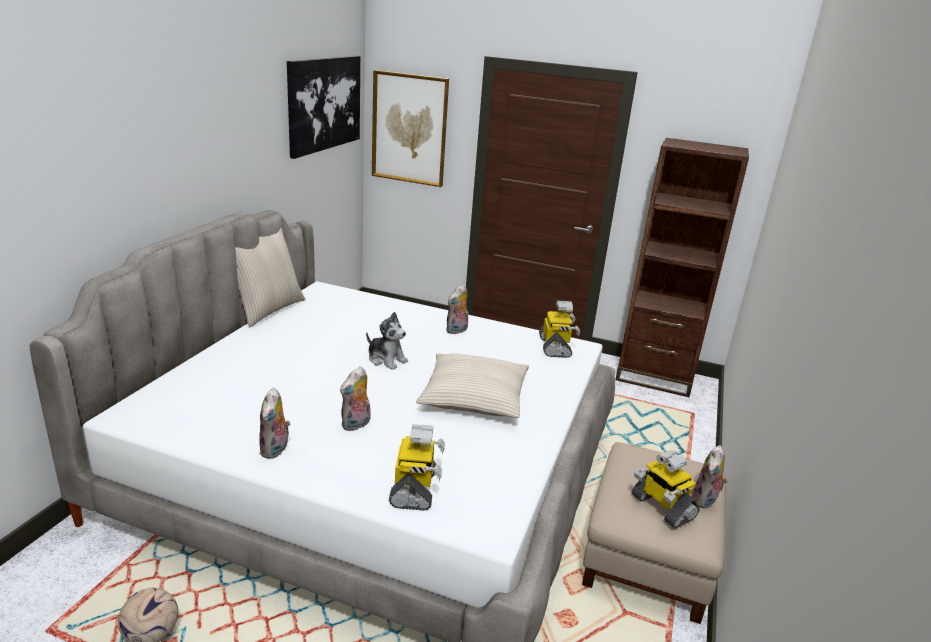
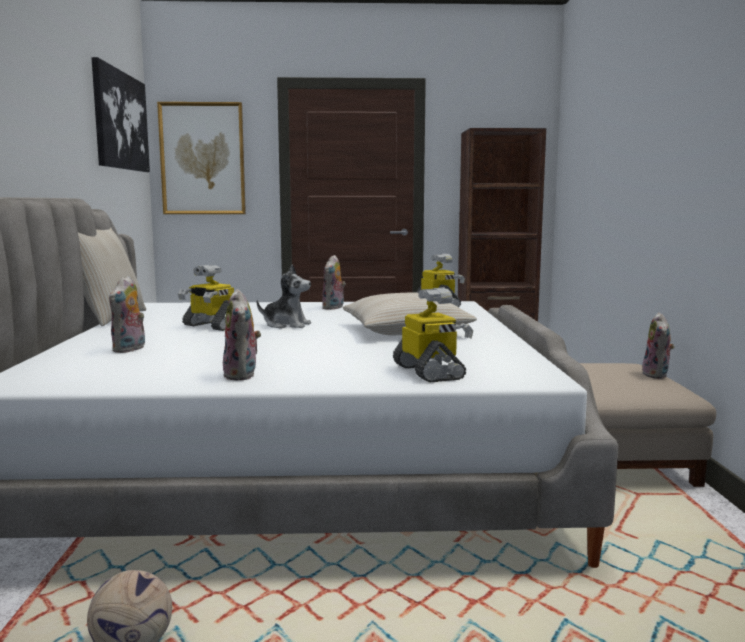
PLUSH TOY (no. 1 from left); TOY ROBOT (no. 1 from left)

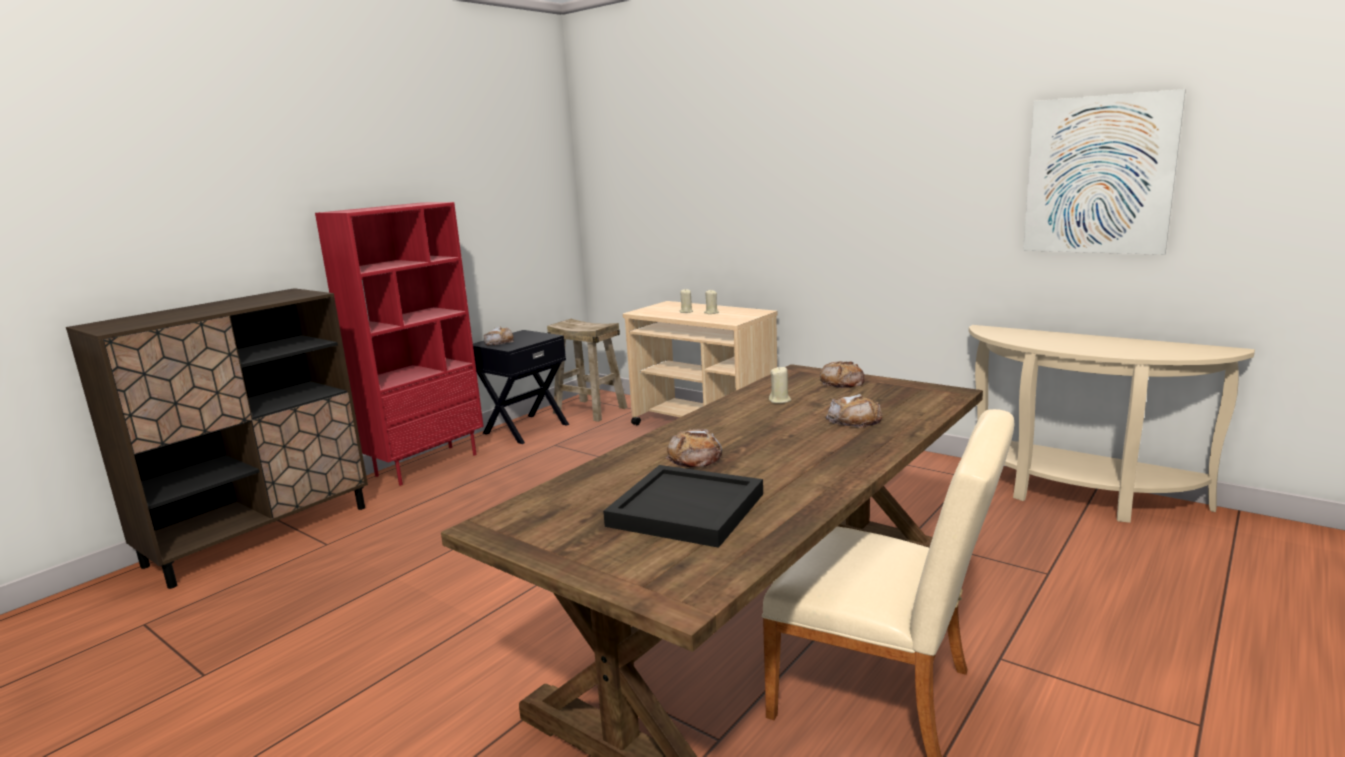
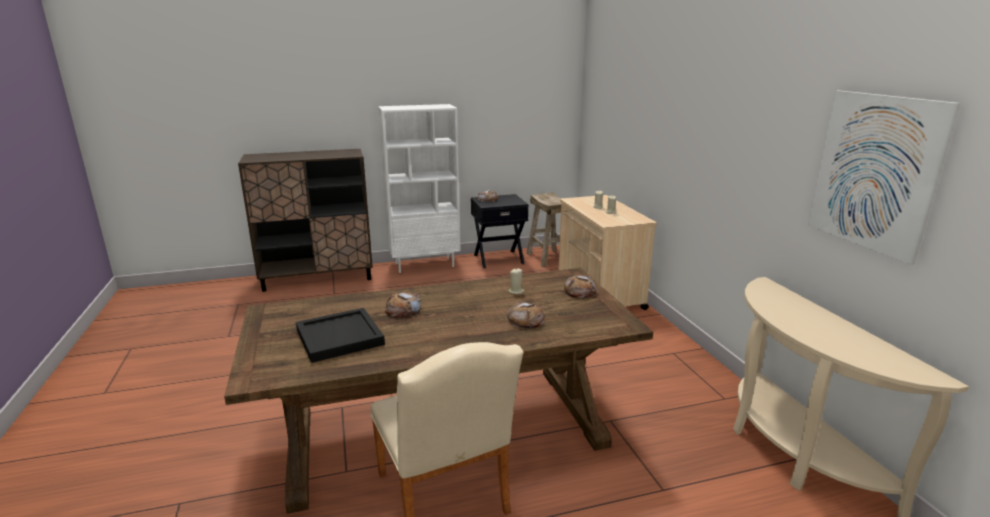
WHITE BOOKCASE

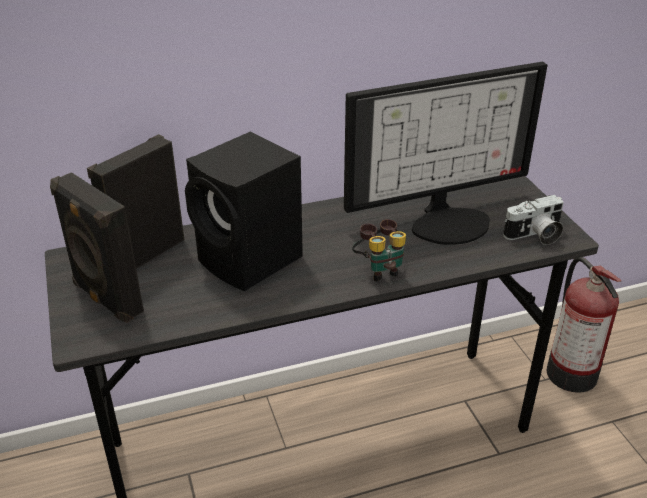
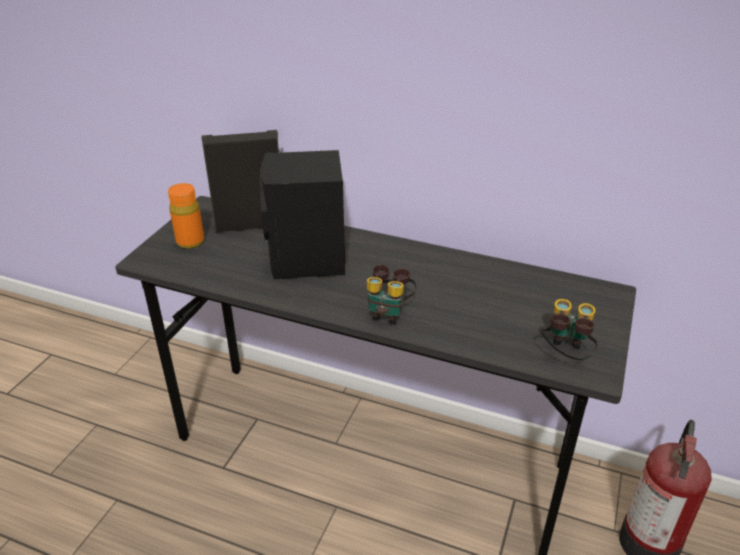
ORANGE BOTTLE; MONITOR; BINOCULARS (no. 2 from left)

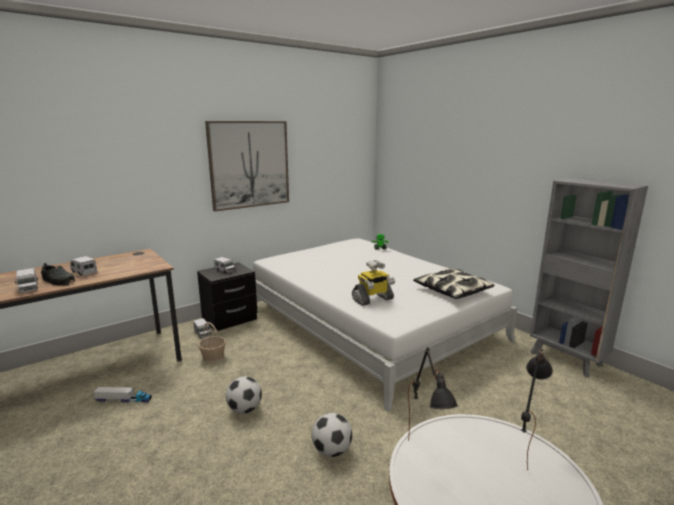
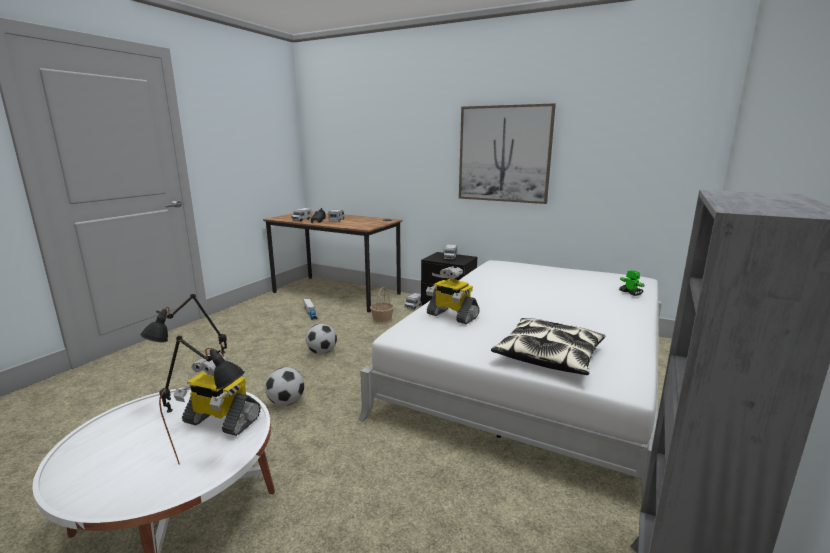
TOY ROBOT (no. 1 from left)

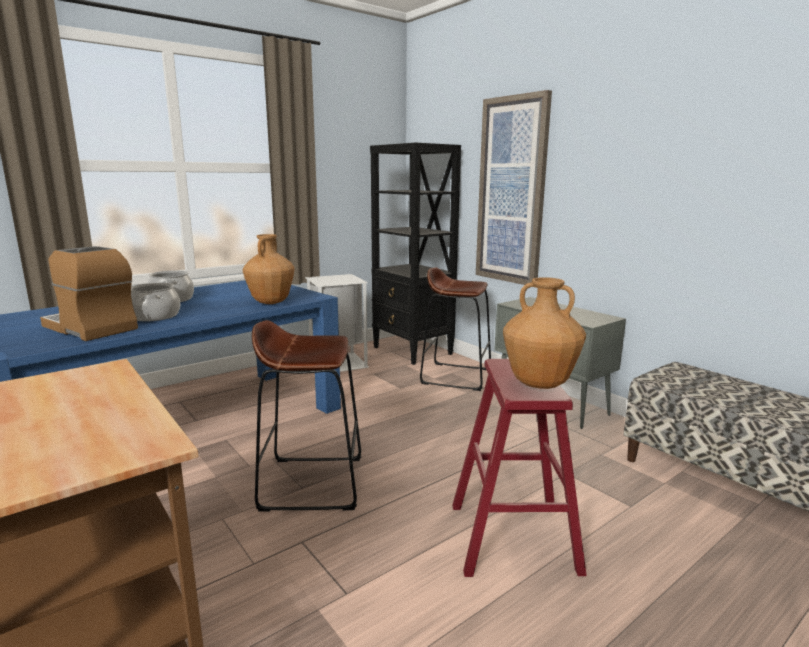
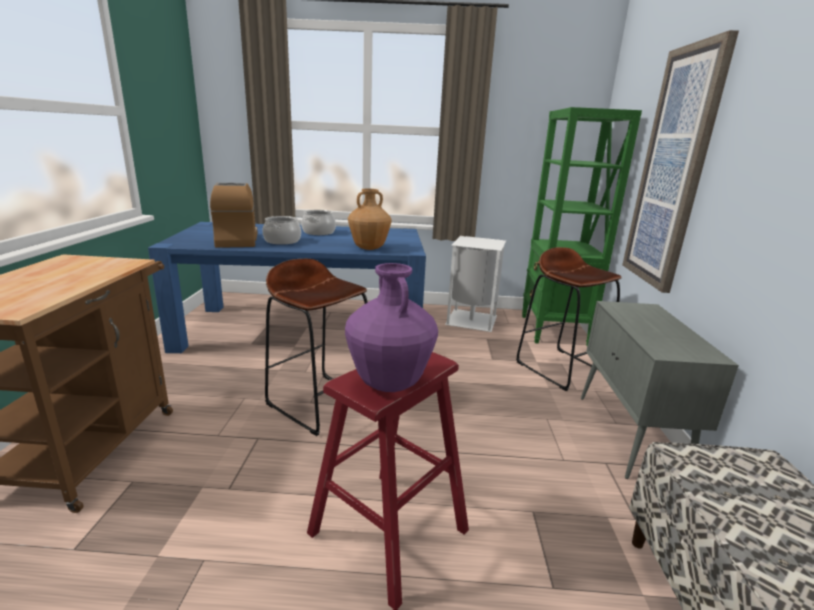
GREEN BOOKCASE; PURPLE VASE

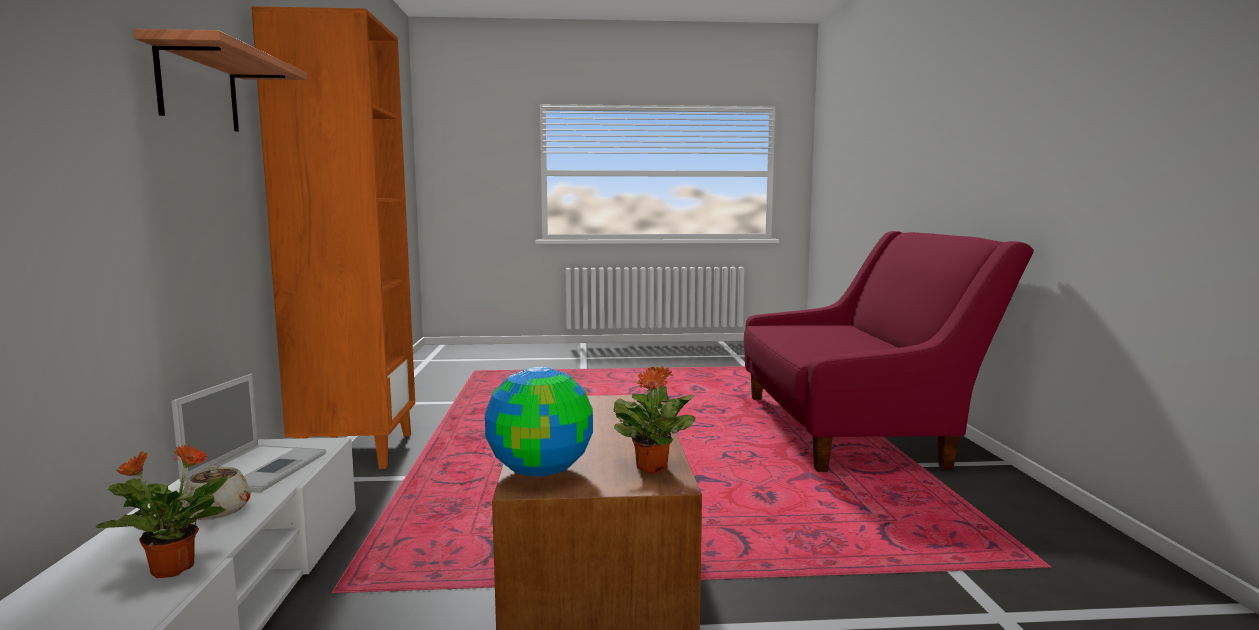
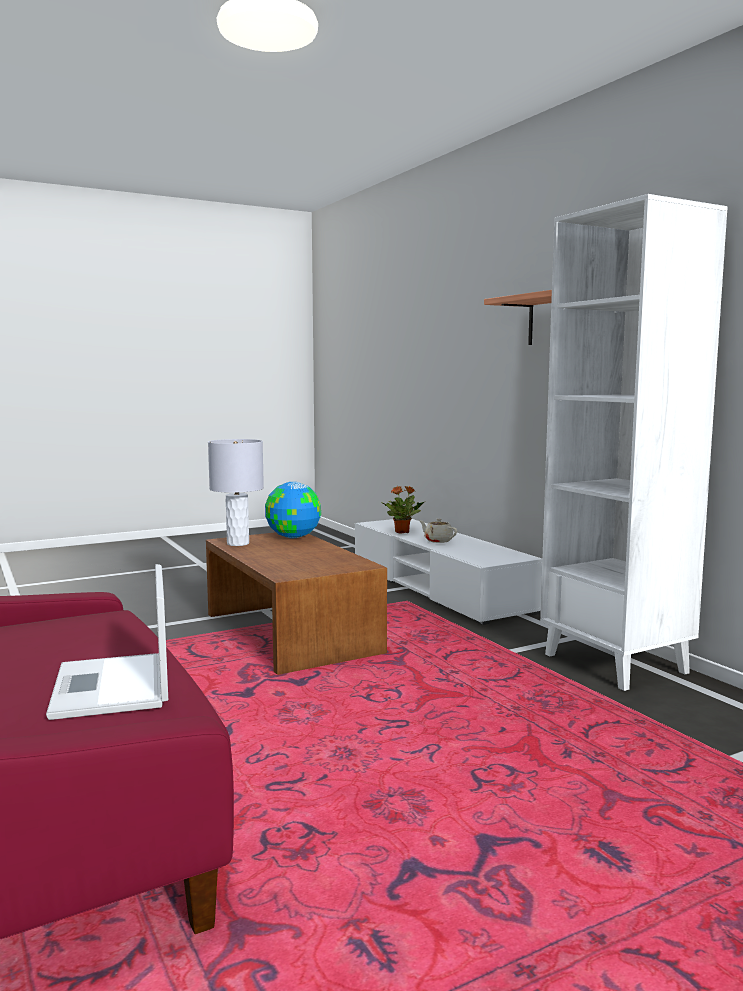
LAPTOP; WHITE BOOKCASE; GREY TABLE LAMP

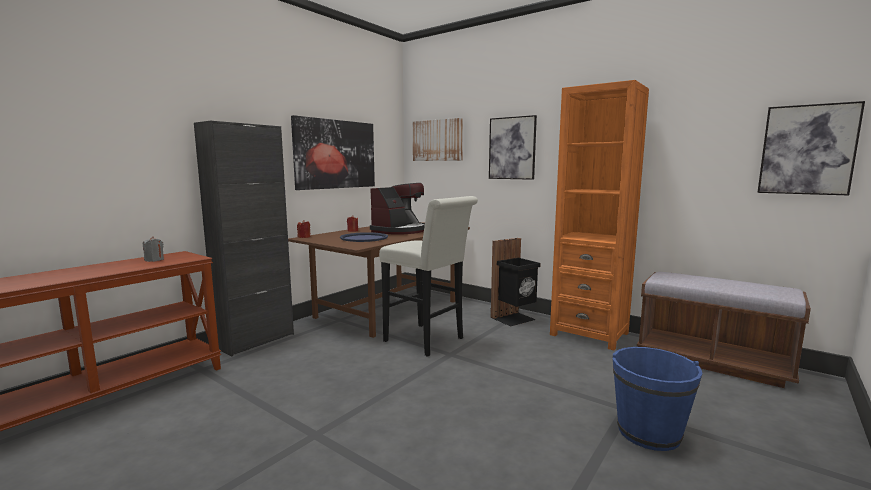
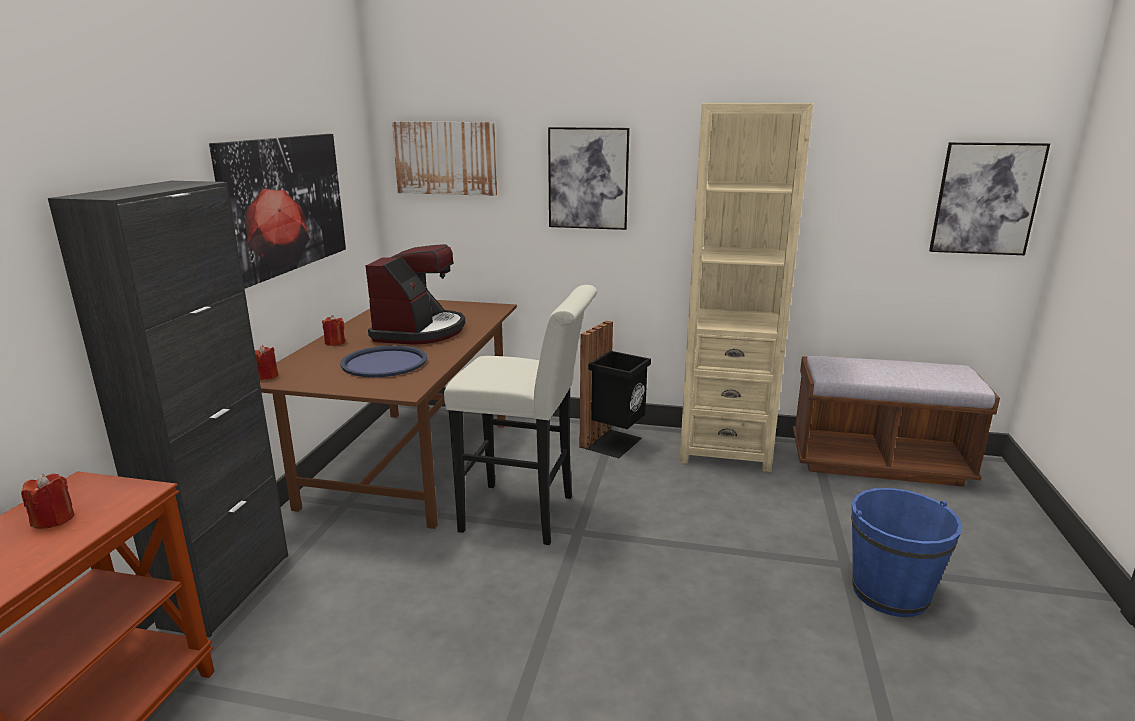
RED CANDLE (no. 1 from left); BEIGE BOOKCASE

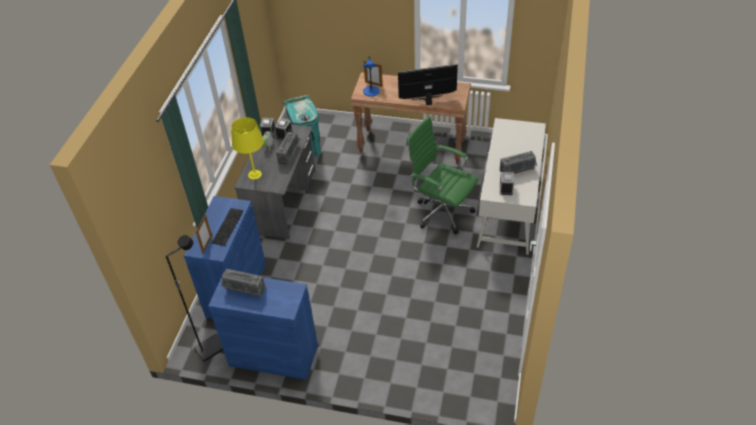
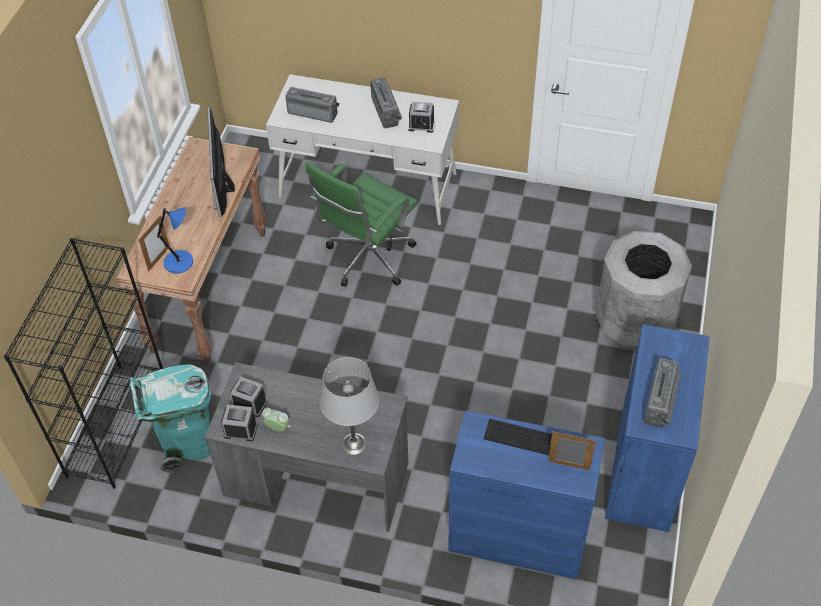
BLACK FLOOR LAMP; GREY TABLE LAMP; RADIO (no. 1 from left); BLACK BOOKCASE; GREY TRASH CAN

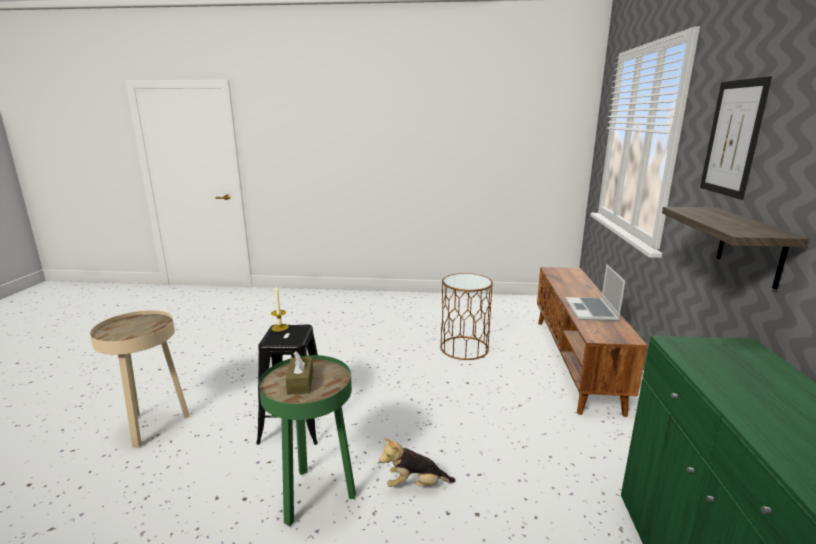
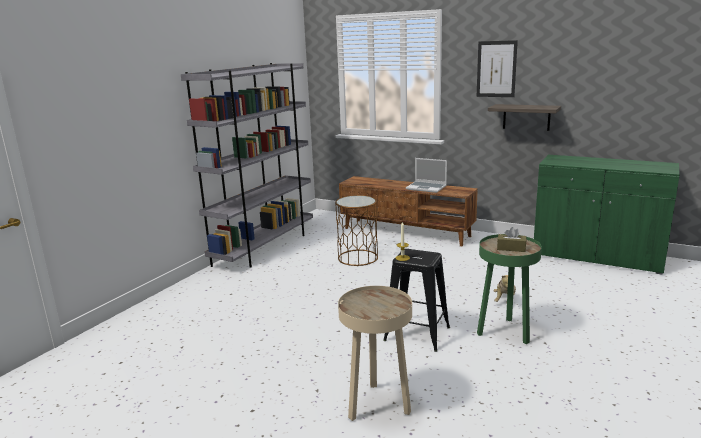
GREY BOOKCASE

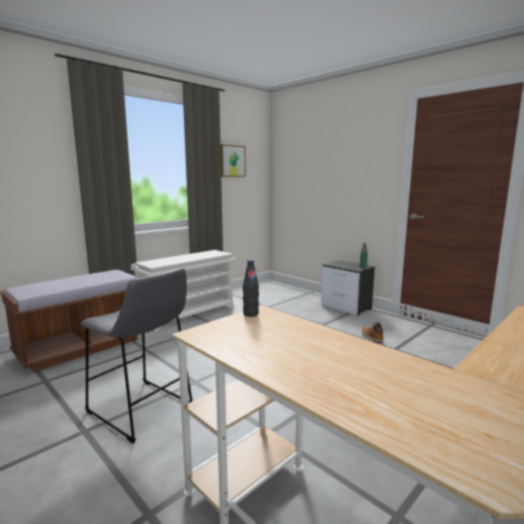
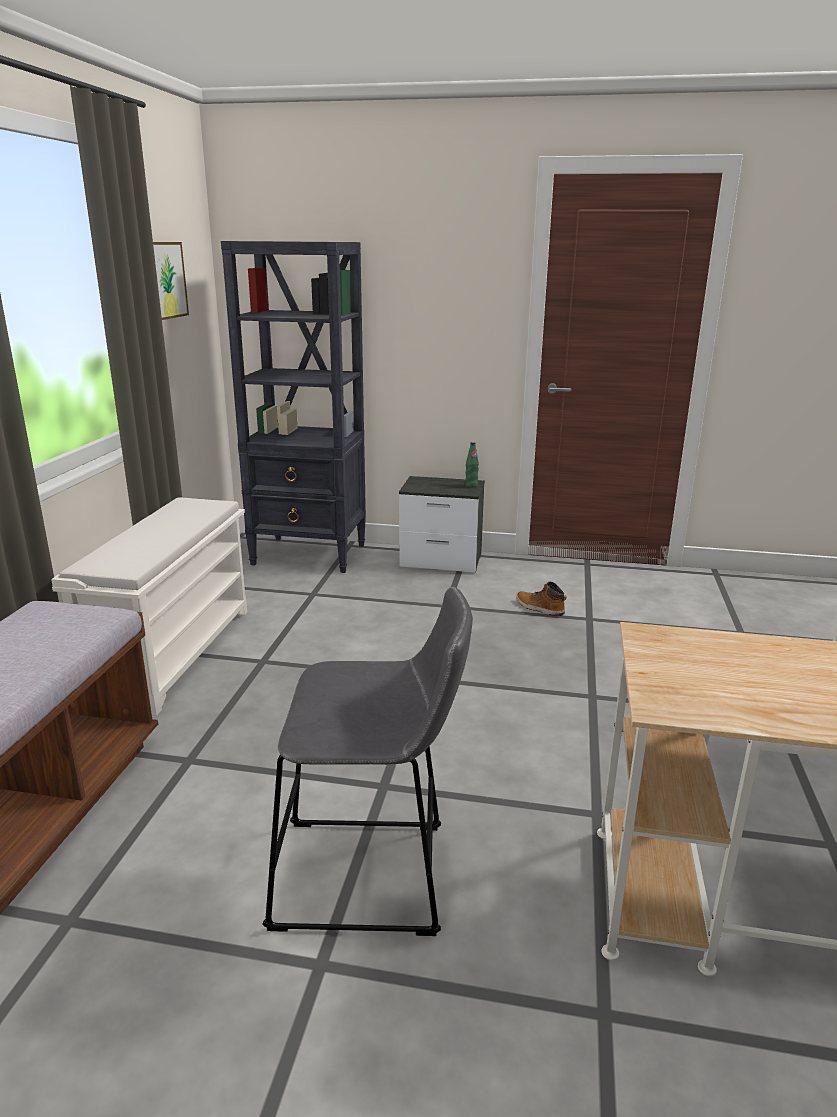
BLACK BOTTLE; BLACK BOOKCASE

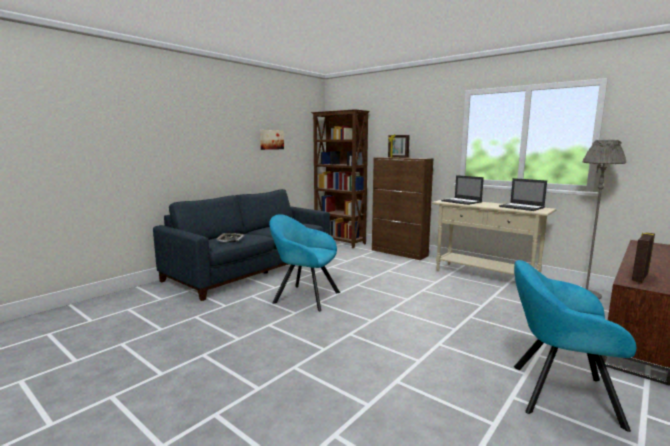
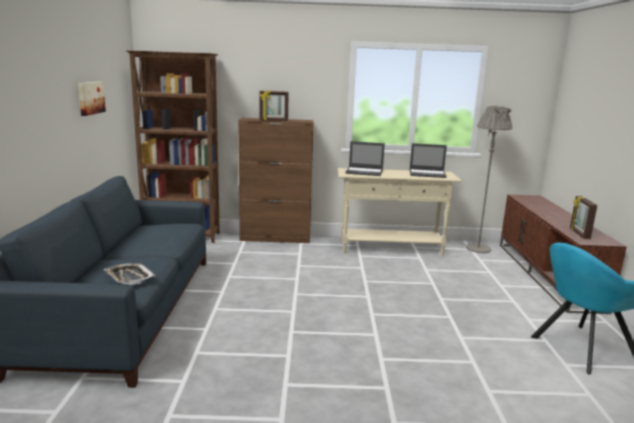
TURQUOISE ARMCHAIR (no. 1 from left in the first image)

